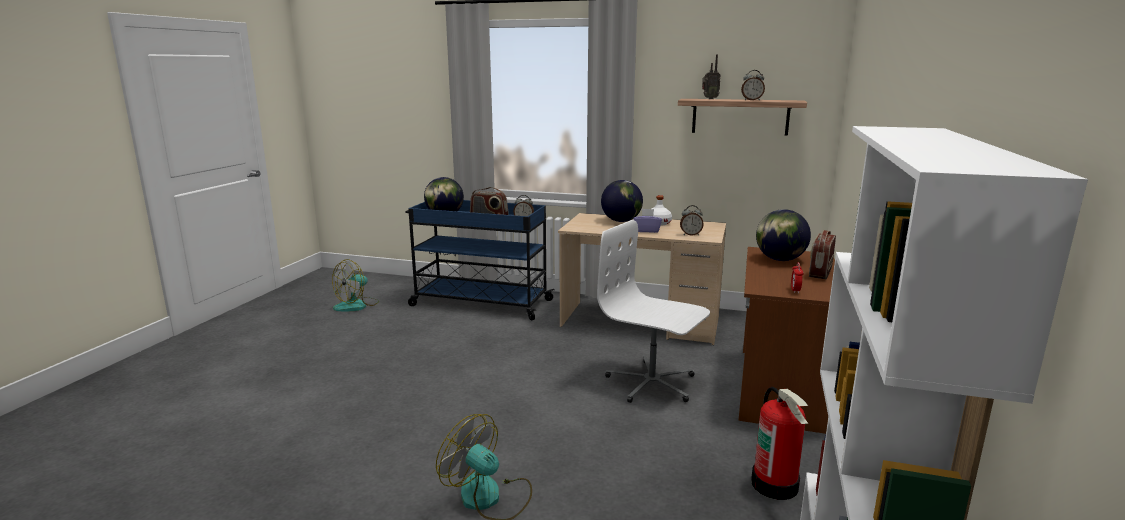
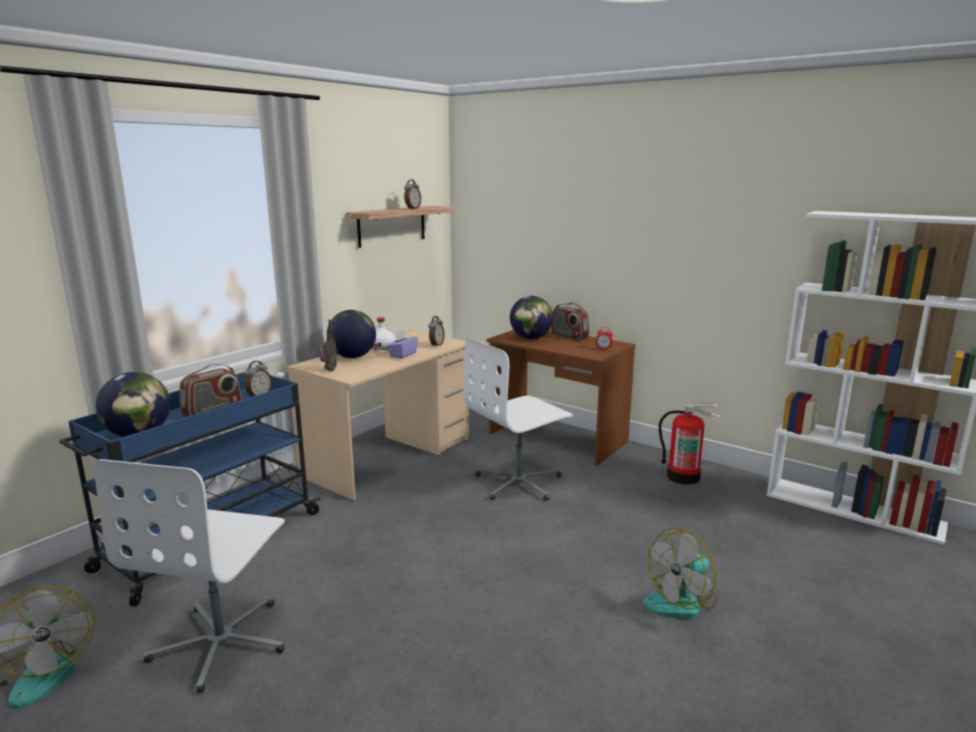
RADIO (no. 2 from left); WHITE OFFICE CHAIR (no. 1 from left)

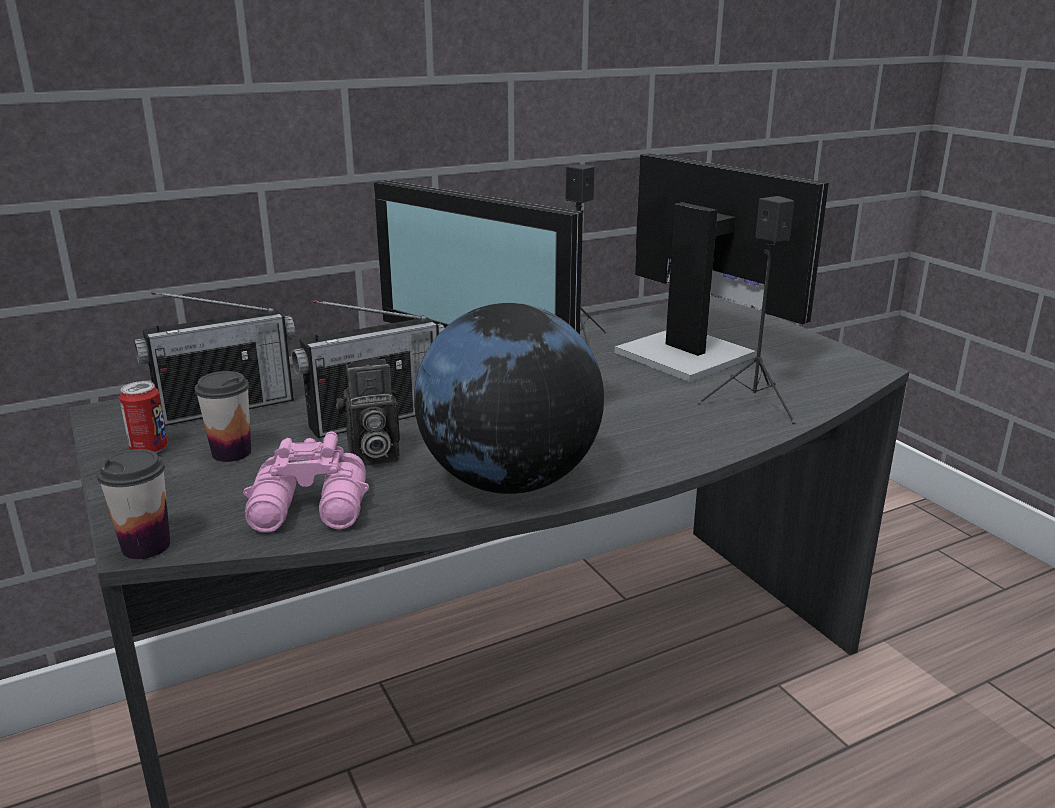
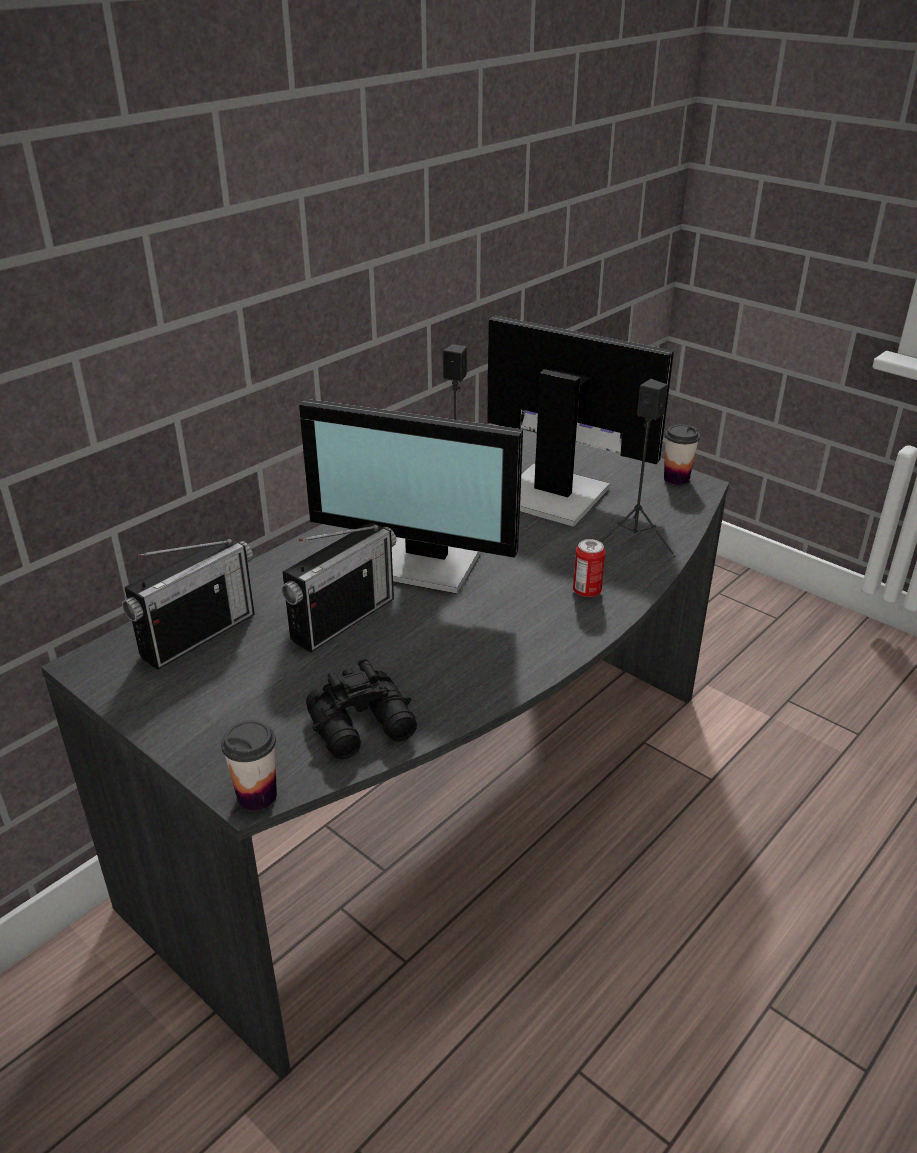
CAN; CUP (no. 2 from left); BLACK BINOCULARS; PHOTO CAMERA; GLOBE

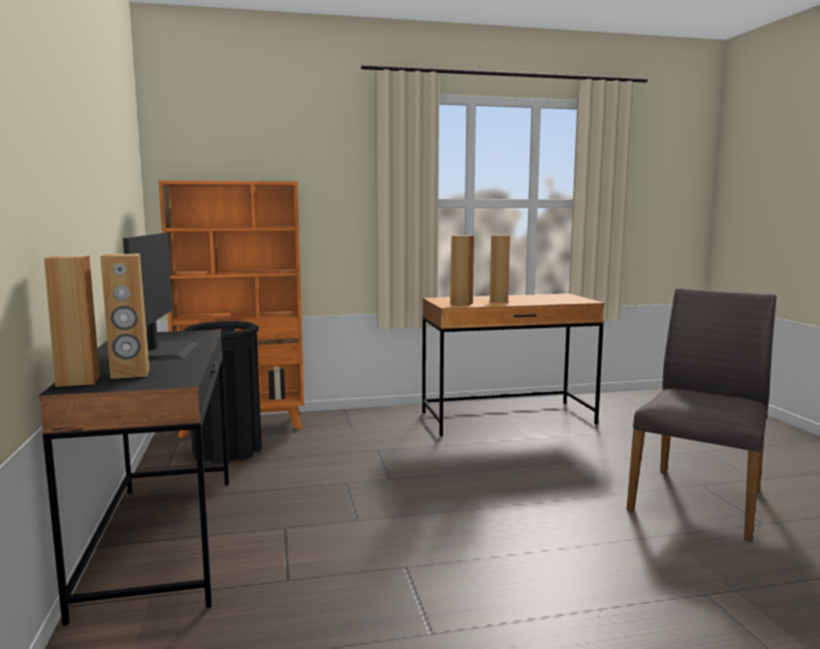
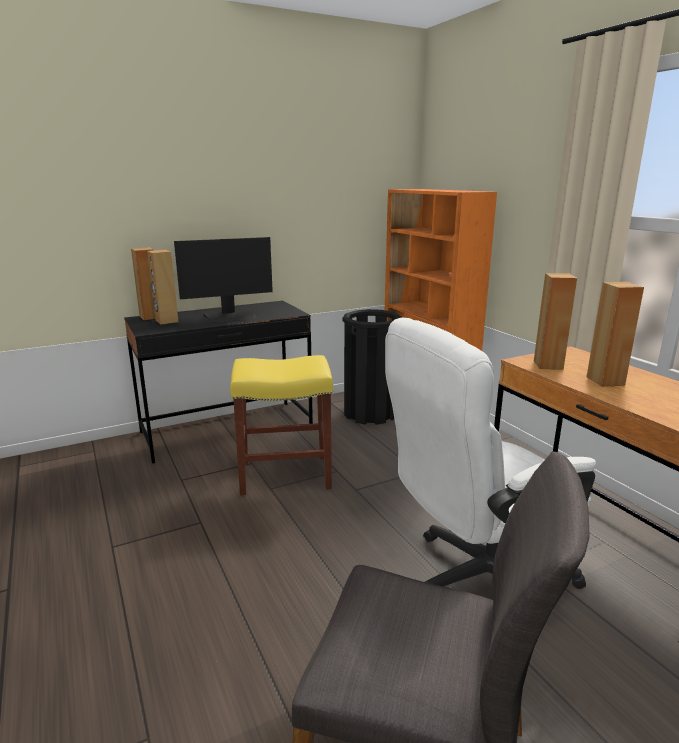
YELLOW STOOL; WHITE OFFICE CHAIR

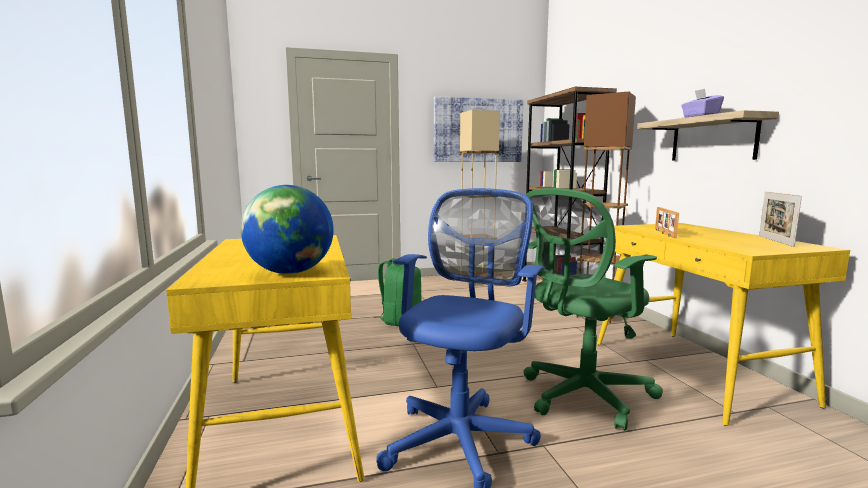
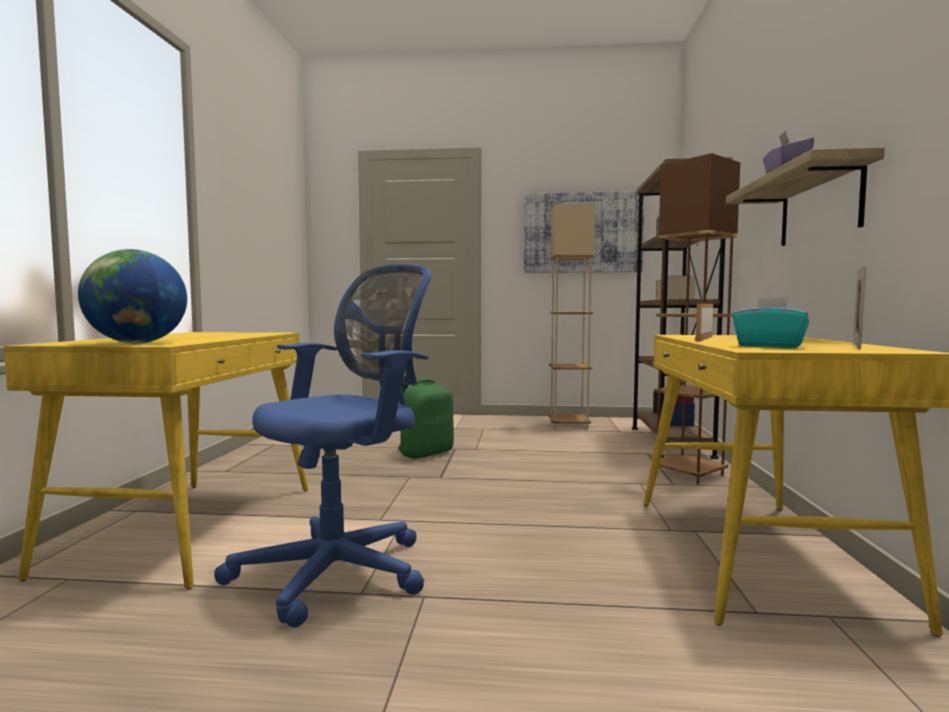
GREEN OFFICE CHAIR; TURQUOISE TISSUE BOX

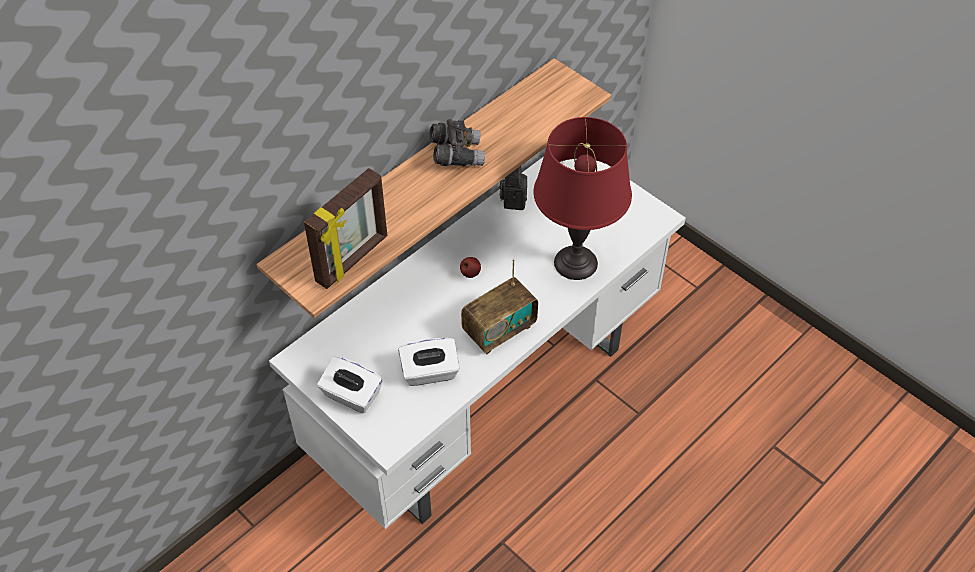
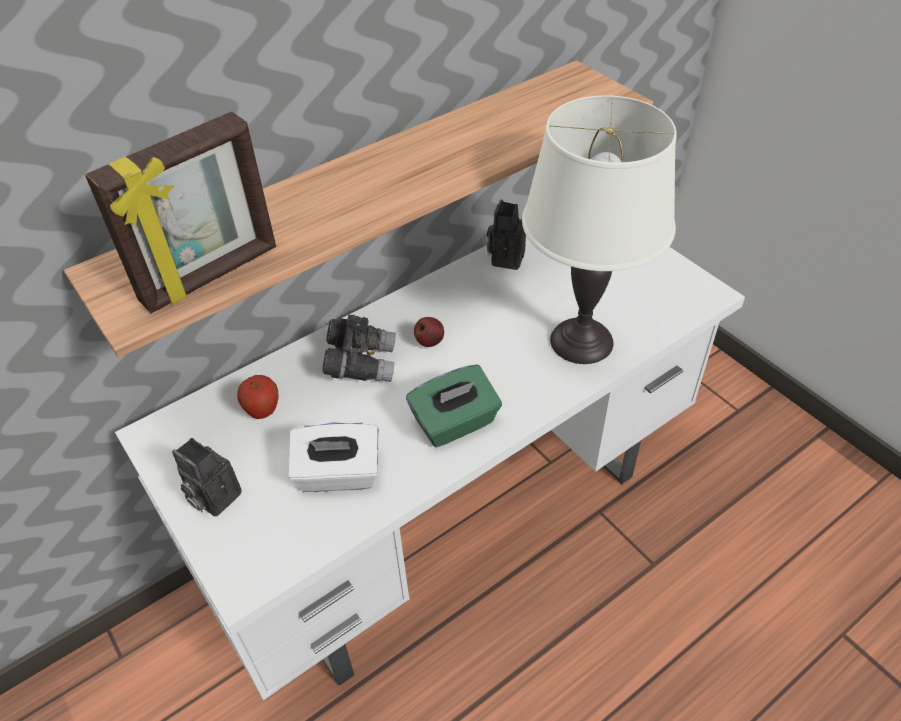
PHOTO CAMERA (no. 1 from left); GREY BINOCULARS; GREEN TISSUE BOX; WHITE TABLE LAMP; APPLE (no. 1 from left)

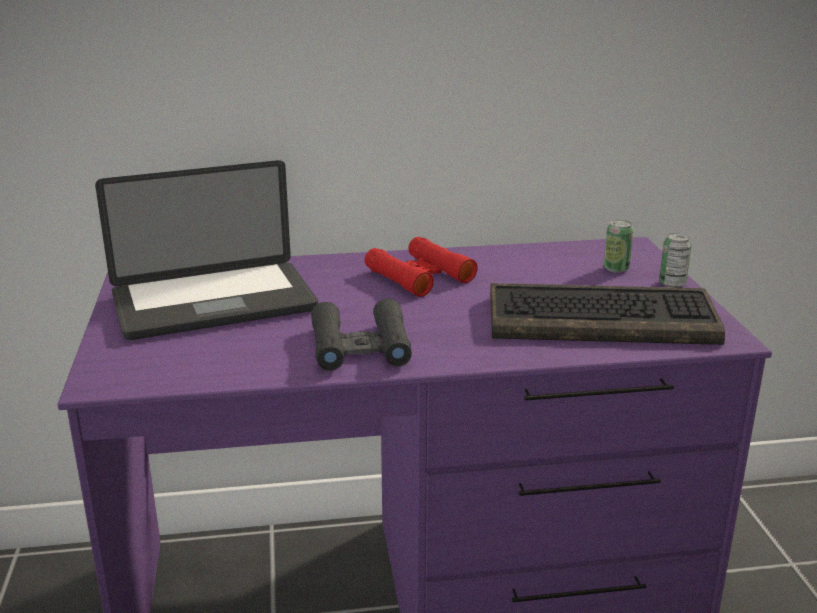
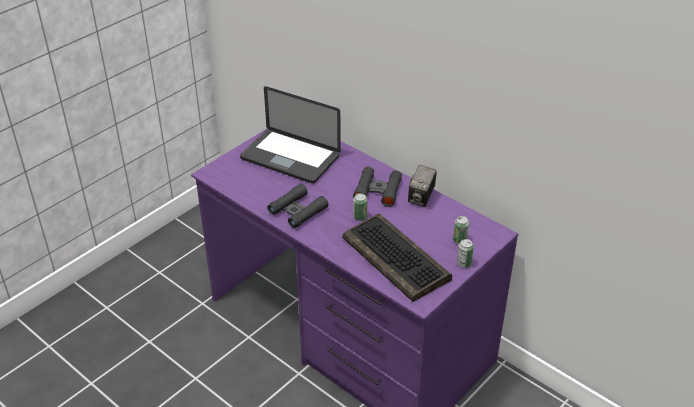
BLACK BINOCULARS (no. 2 from left); CAN (no. 1 from left); PHOTO CAMERA

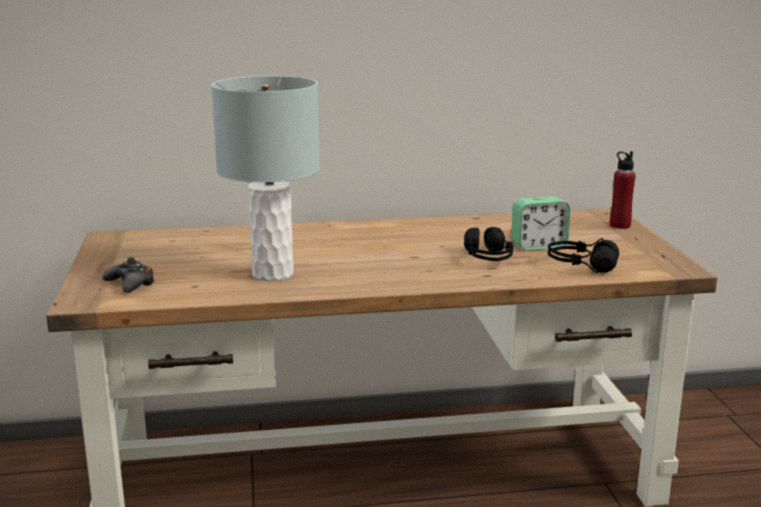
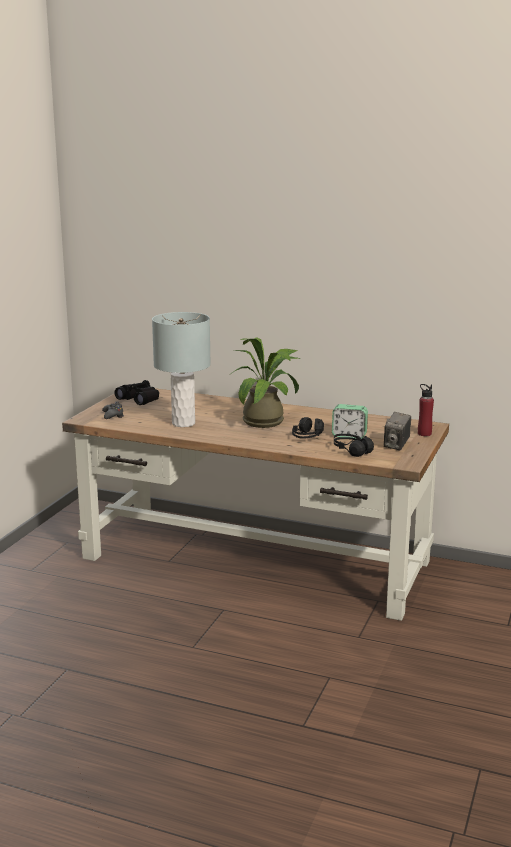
BLACK BINOCULARS; POTTED PLANT; PHOTO CAMERA

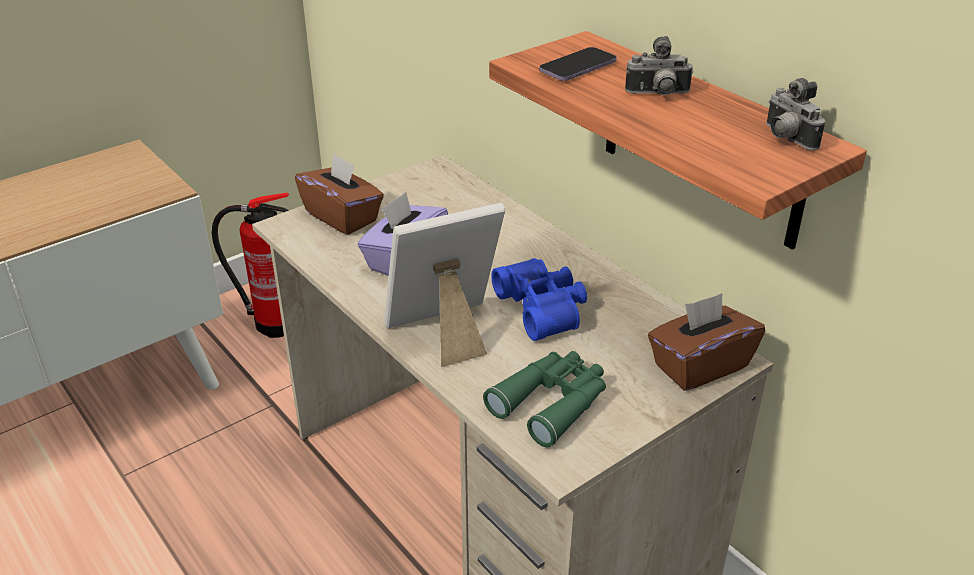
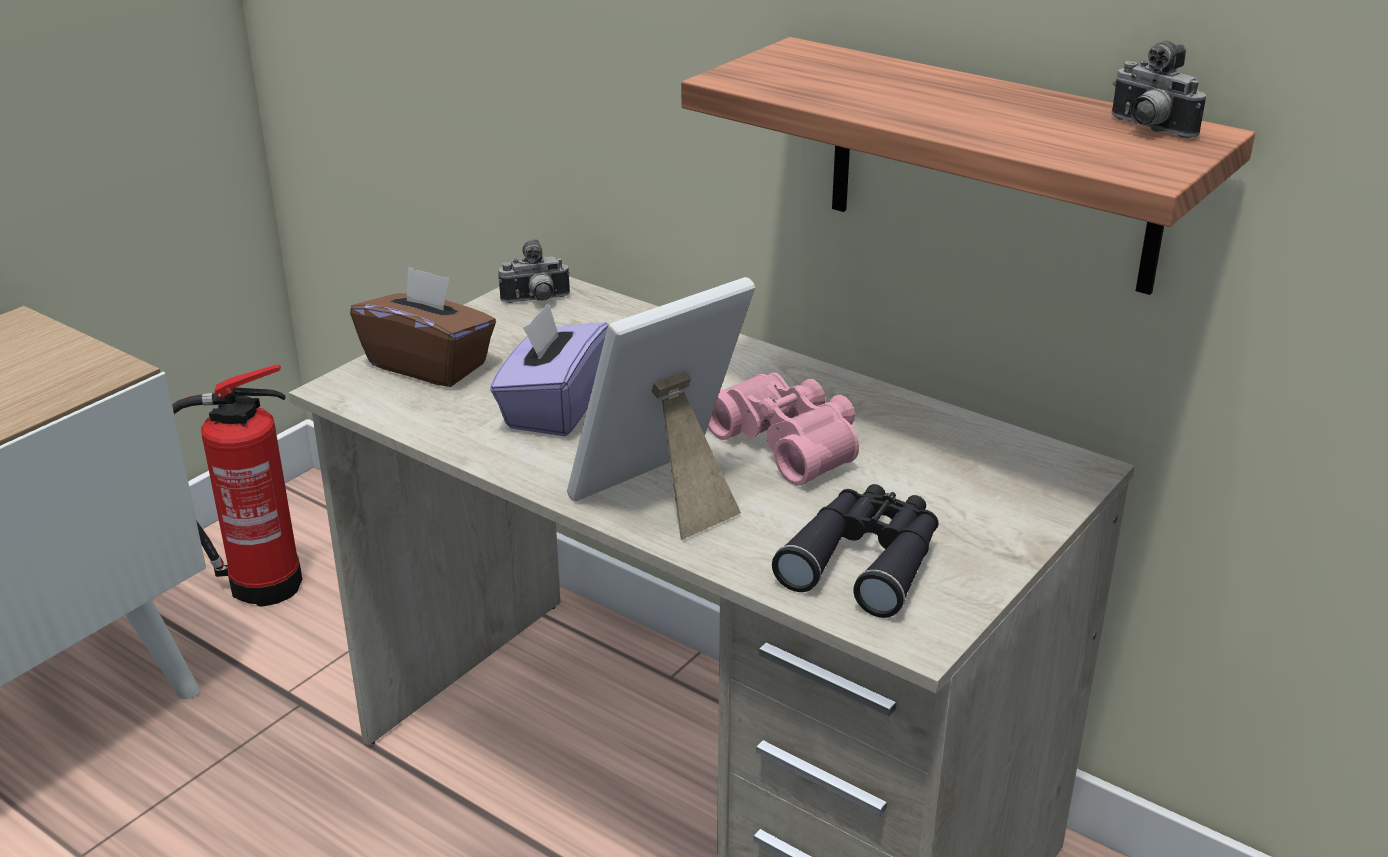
BLACK BINOCULARS; PINK BINOCULARS; PHONE; PHOTO CAMERA (no. 1 from left); BROWN TISSUE BOX (no. 2 from left in the first image)

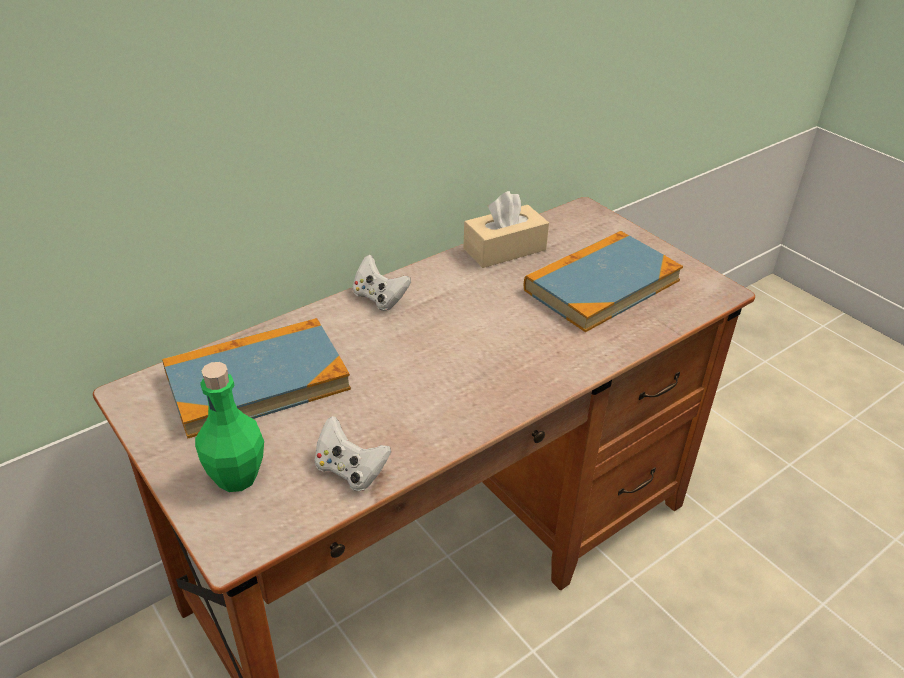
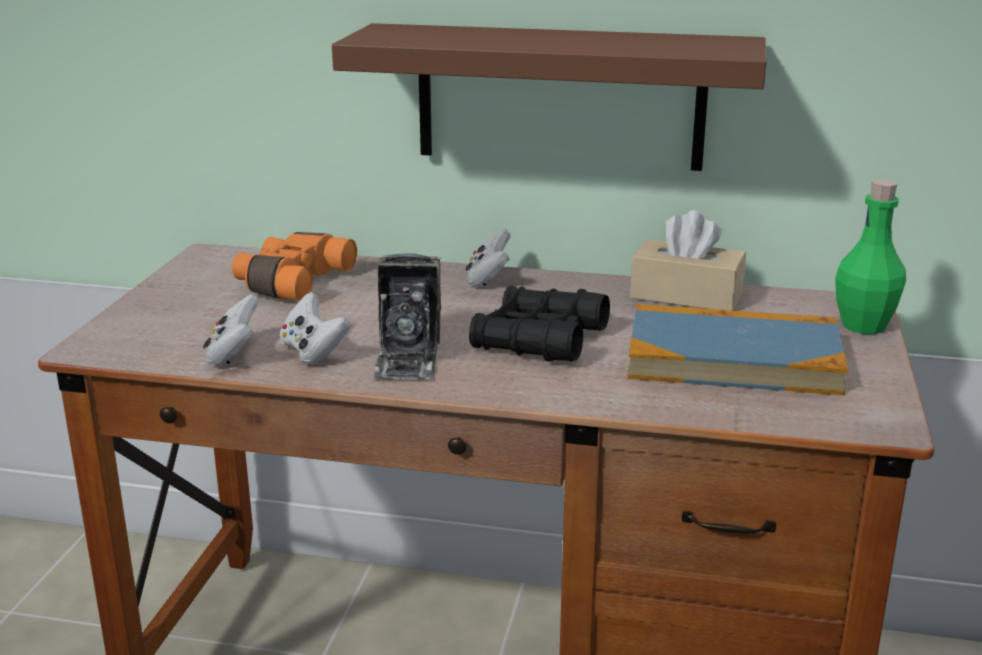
ORANGE BINOCULARS; GREEN BOTTLE; WHITE GAME CONTROLLER (no. 2 from left); BROWN SHELF; PHOTO CAMERA; BLACK BINOCULARS

